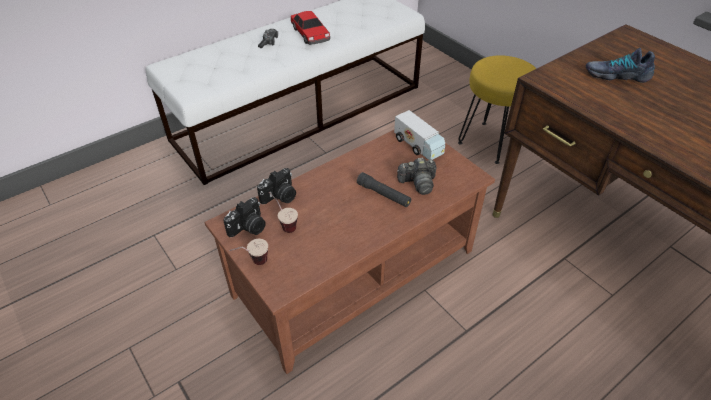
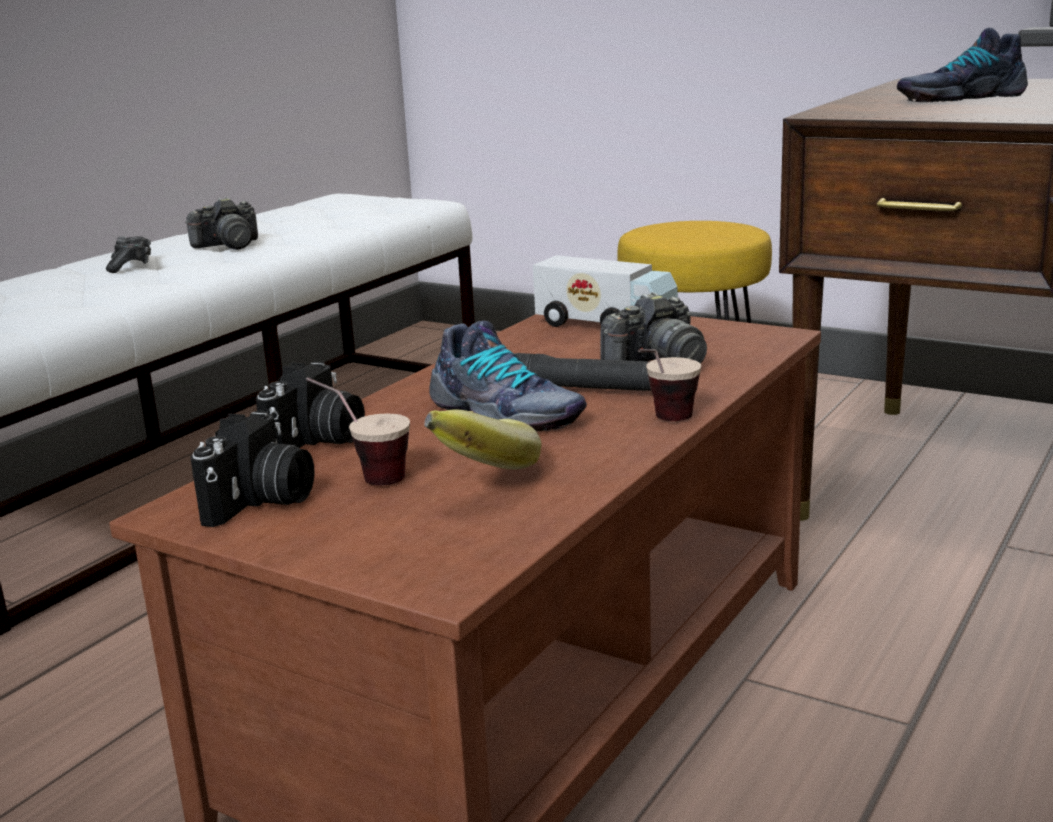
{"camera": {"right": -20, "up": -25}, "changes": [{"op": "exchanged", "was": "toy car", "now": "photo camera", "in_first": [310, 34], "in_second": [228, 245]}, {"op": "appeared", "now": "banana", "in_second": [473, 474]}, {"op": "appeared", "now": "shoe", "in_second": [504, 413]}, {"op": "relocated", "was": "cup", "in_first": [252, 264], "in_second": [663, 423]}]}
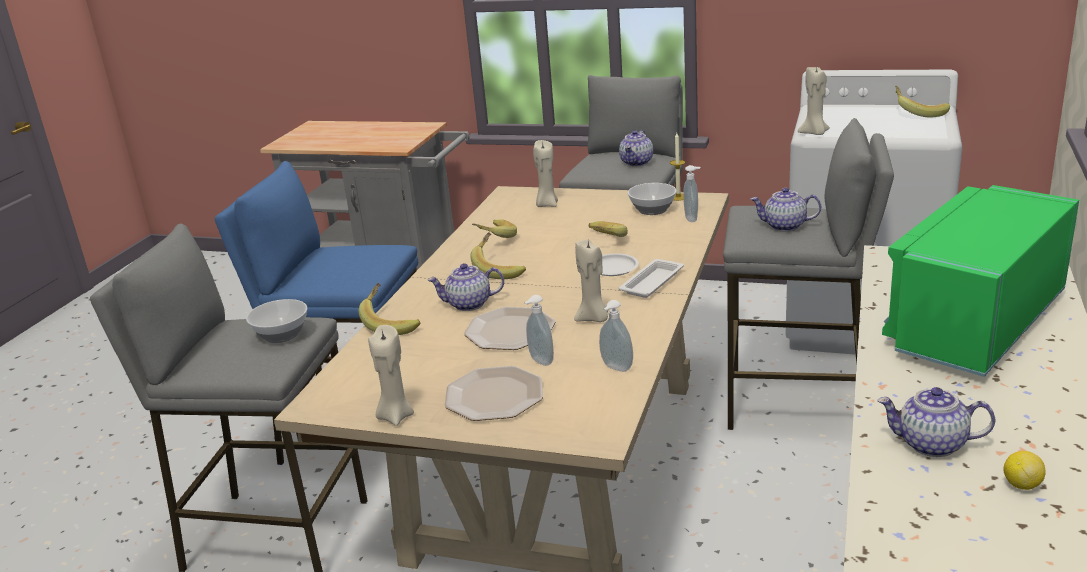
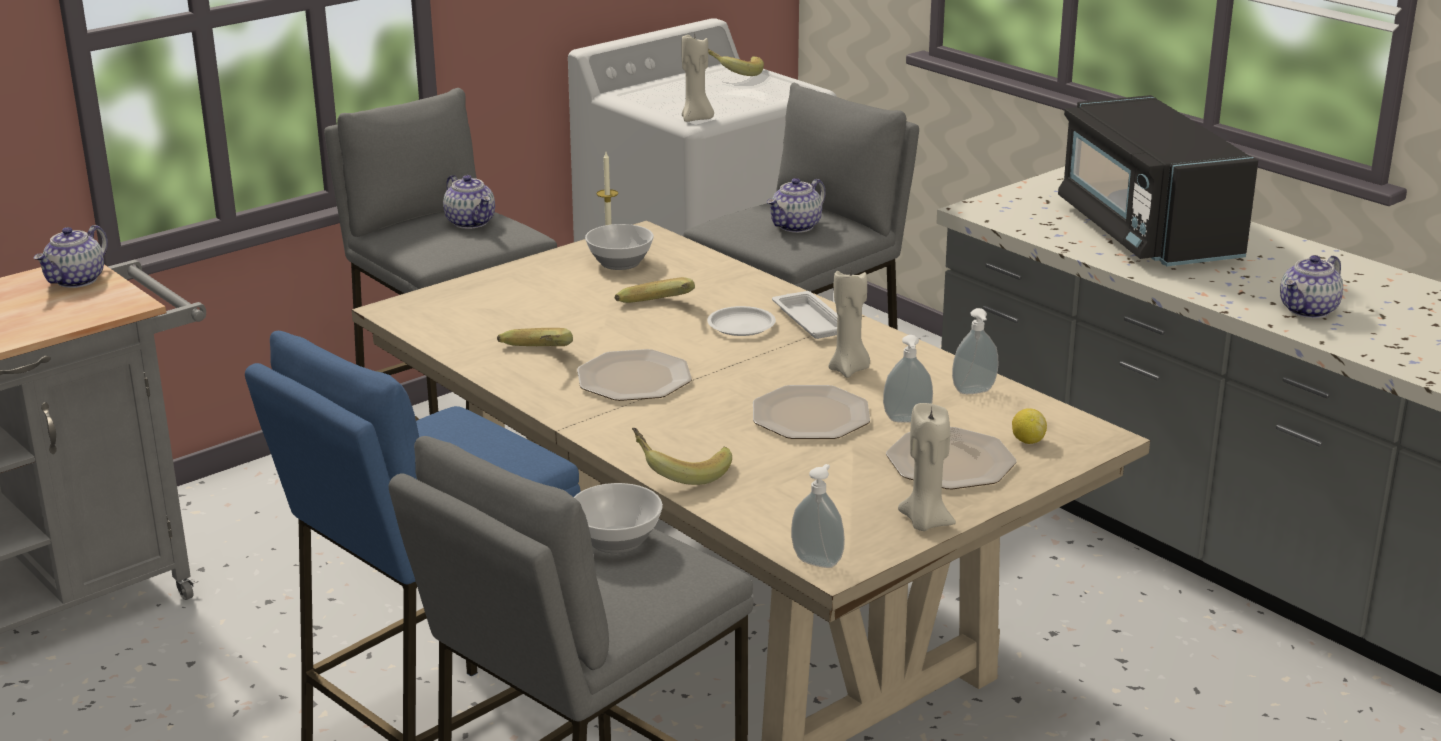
{"camera": {"right": -60, "up": 0}, "changes": [{"op": "relocated", "was": "teapot", "in_first": [468, 304], "in_second": [77, 281]}, {"op": "exchanged", "was": "banana", "now": "plate", "in_first": [500, 269], "in_second": [634, 378]}, {"op": "relocated", "was": "soap dispenser", "in_first": [692, 219], "in_second": [818, 561]}, {"op": "relocated", "was": "lemon", "in_first": [1021, 484], "in_second": [1027, 441]}, {"op": "colour", "was": "microwave/green", "now": "microwave/black", "in_first": [975, 324], "in_second": [1146, 231]}, {"op": "missing", "was": "candle/beige", "in_first": [547, 205]}]}
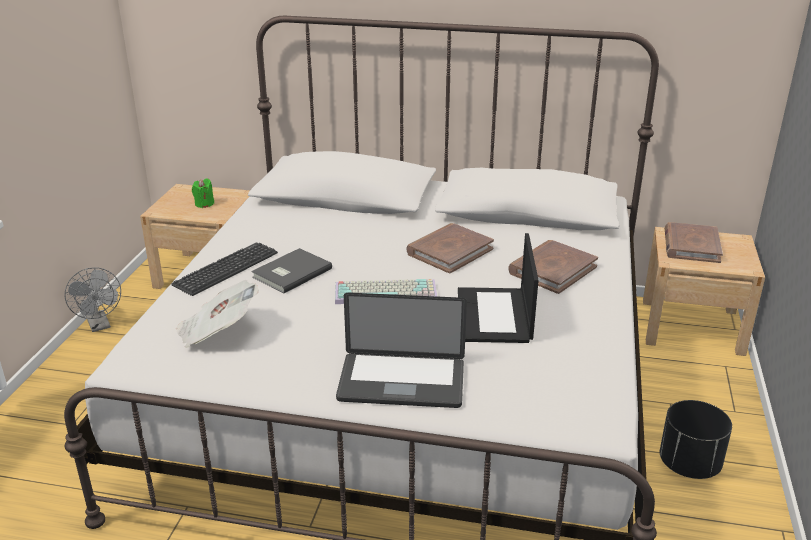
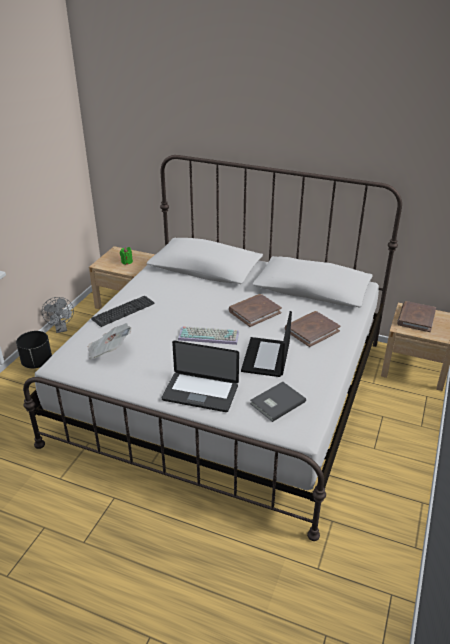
{"camera": {"right": 10, "up": 5}, "changes": [{"op": "relocated", "was": "planter/black", "in_first": [689, 465], "in_second": [37, 362]}, {"op": "relocated", "was": "book/grey", "in_first": [290, 272], "in_second": [276, 402]}]}
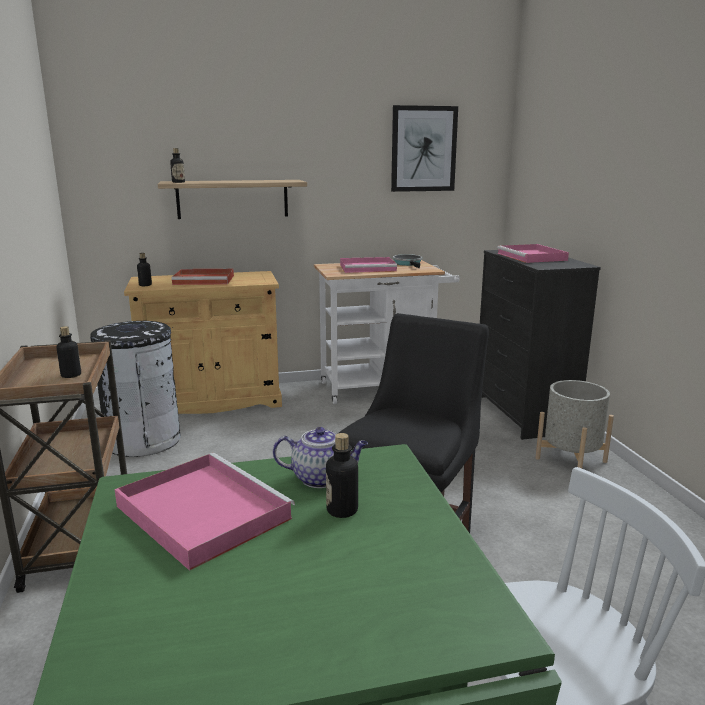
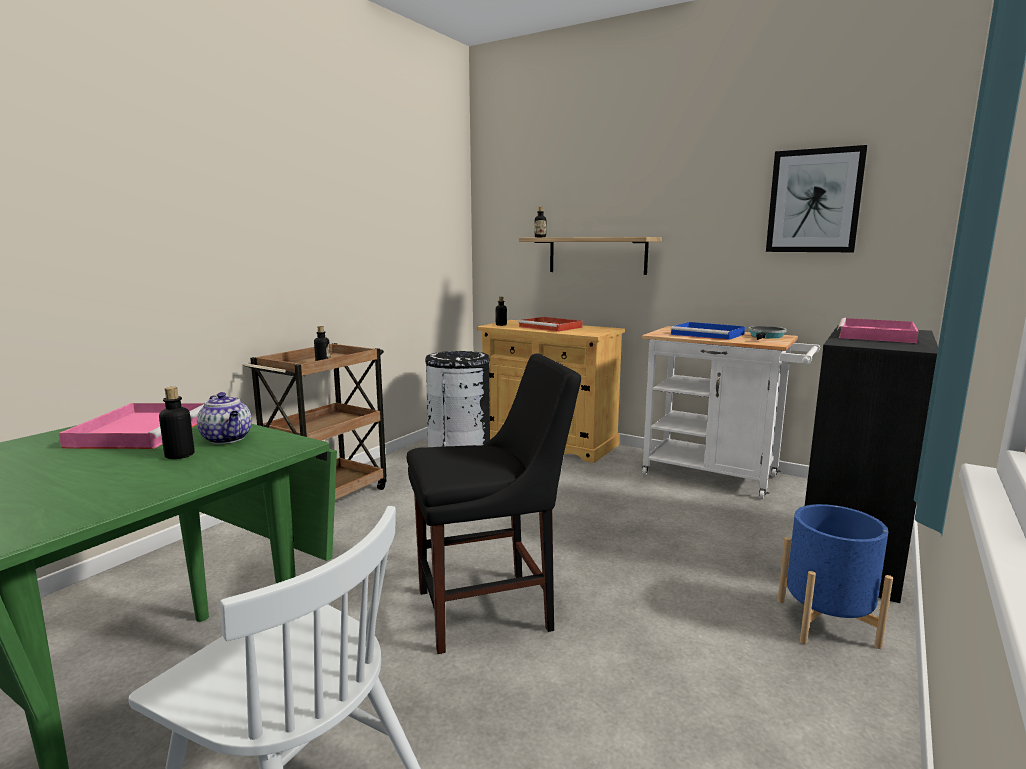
{"camera": {"right": 45, "up": -5}, "changes": [{"op": "colour", "was": "tray/pink", "now": "tray/blue", "in_first": [369, 268], "in_second": [709, 334]}, {"op": "colour", "was": "planter/grey", "now": "planter/blue", "in_first": [571, 460], "in_second": [826, 622]}]}
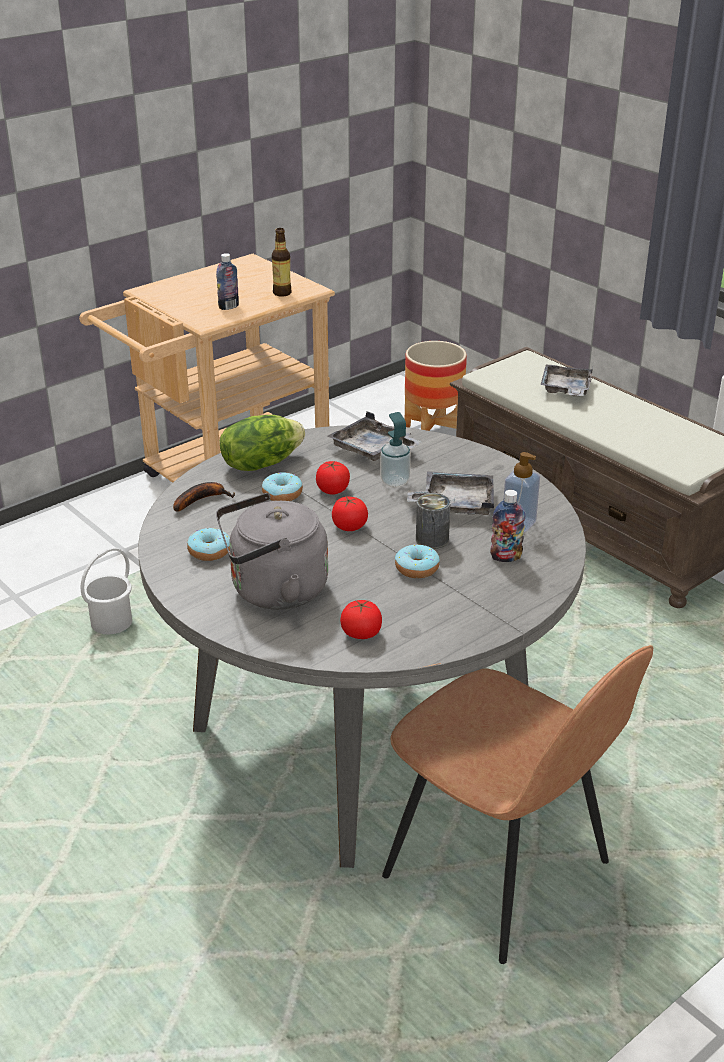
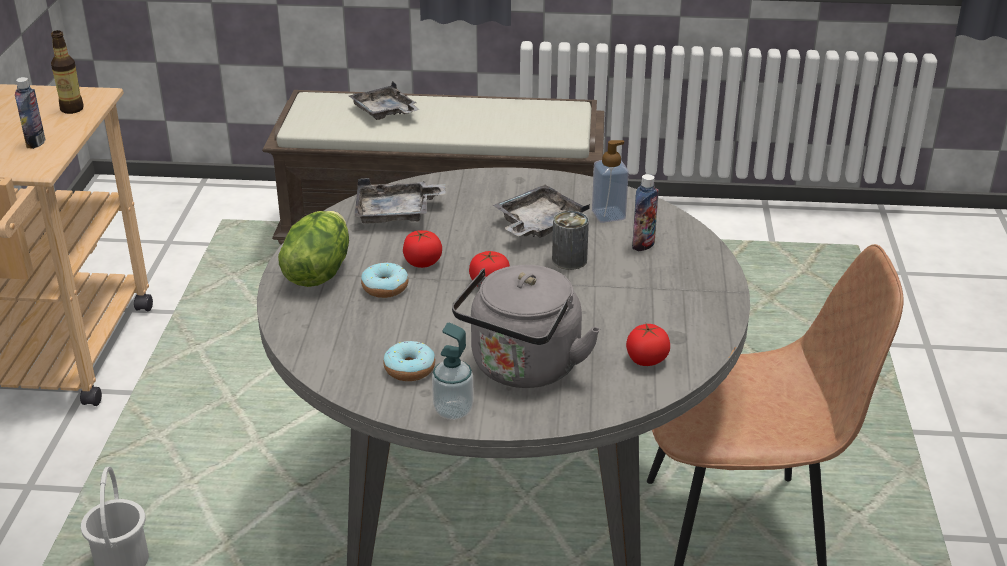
{"camera": {"right": -45, "up": 0}, "changes": [{"op": "relocated", "was": "soap dispenser", "in_first": [395, 482], "in_second": [453, 411]}, {"op": "missing", "was": "banana", "in_first": [201, 500]}, {"op": "missing", "was": "donut", "in_first": [417, 568]}, {"op": "missing", "was": "planter", "in_first": [433, 431]}]}
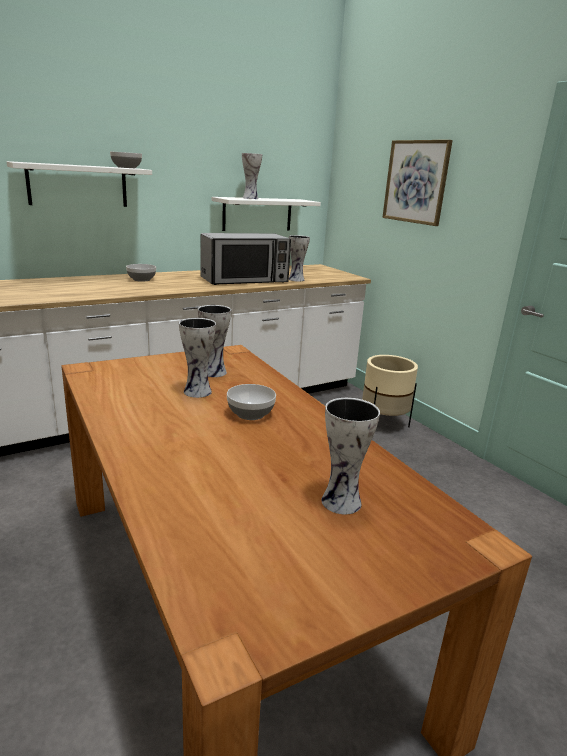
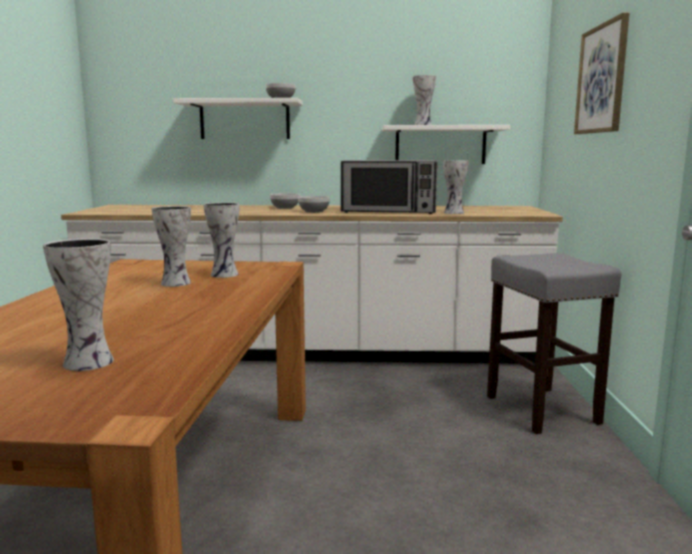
{"camera": {"right": 35, "up": -10}, "changes": [{"op": "relocated", "was": "bowl", "in_first": [251, 413], "in_second": [314, 211]}, {"op": "exchanged", "was": "planter/beige", "now": "stool/grey", "in_first": [383, 423], "in_second": [543, 410]}]}
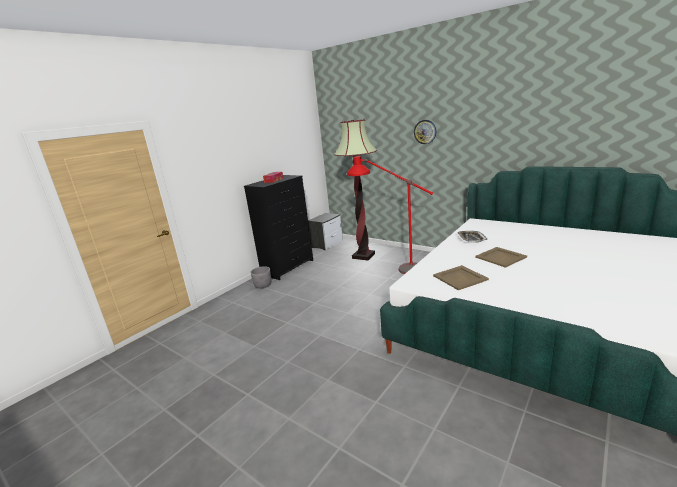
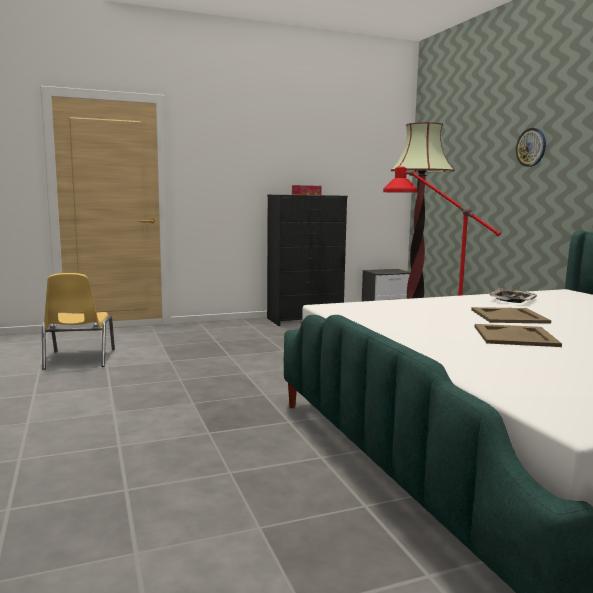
{"camera": {"right": 30, "up": -10}, "changes": [{"op": "appeared", "now": "chair/yellow", "in_second": [79, 359]}, {"op": "relocated", "was": "tray/beige", "in_first": [460, 278], "in_second": [516, 336]}, {"op": "missing", "was": "planter/grey", "in_first": [263, 285]}]}
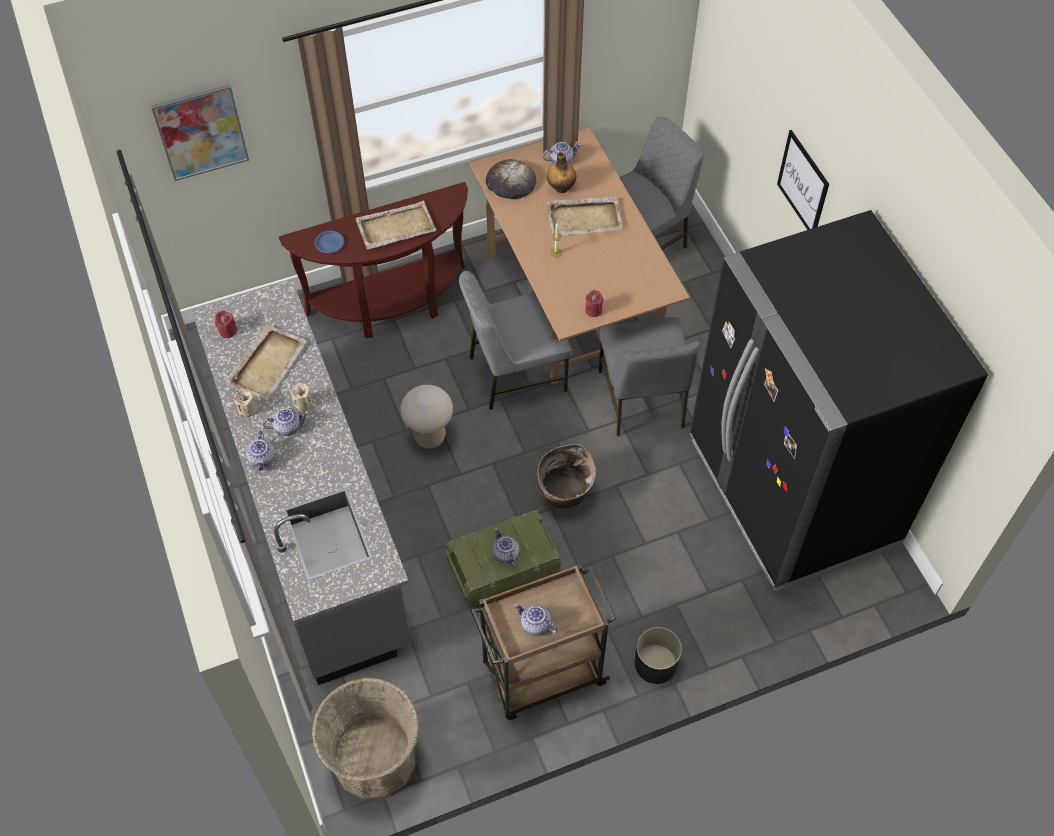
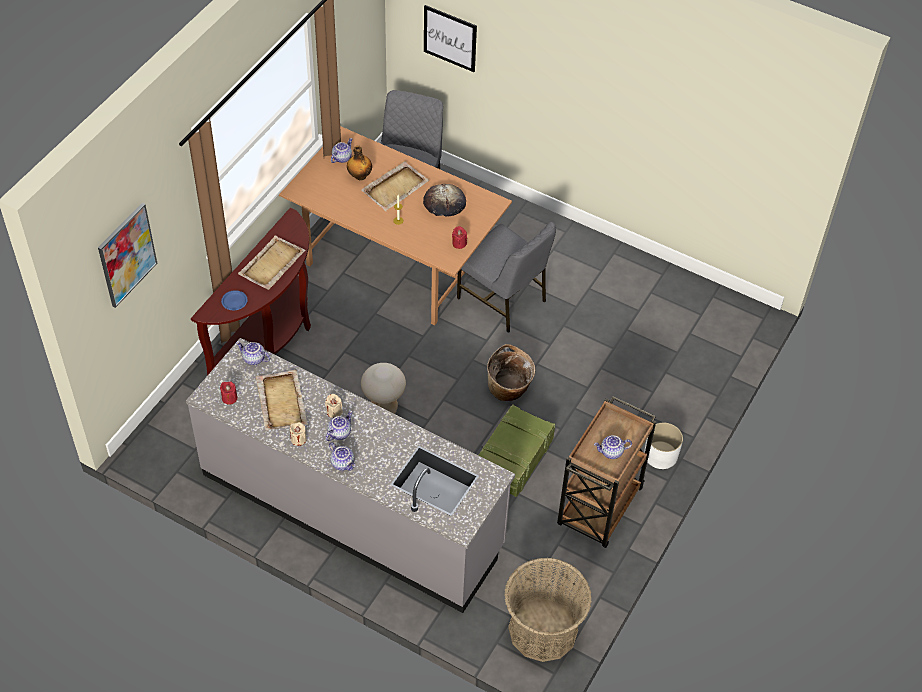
{"camera": {"right": -40, "up": -5}, "changes": [{"op": "relocated", "was": "teapot", "in_first": [505, 554], "in_second": [253, 359]}, {"op": "relocated", "was": "bread", "in_first": [510, 182], "in_second": [444, 203]}, {"op": "relocated", "was": "picture", "in_first": [803, 183], "in_second": [450, 38]}, {"op": "colour", "was": "planter/black", "now": "planter/white", "in_first": [656, 663], "in_second": [661, 454]}, {"op": "missing", "was": "chair/grey", "in_first": [515, 373]}, {"op": "missing", "was": "fridge/black", "in_first": [791, 493]}]}
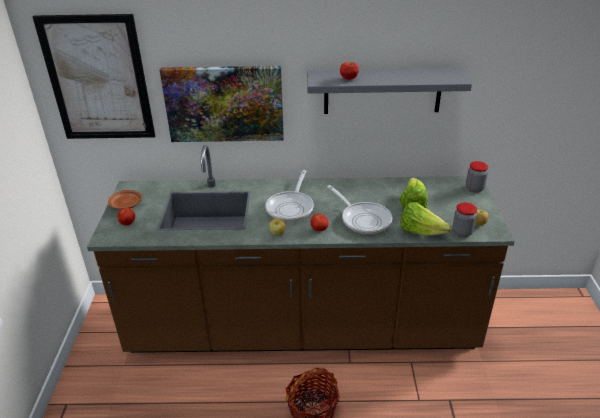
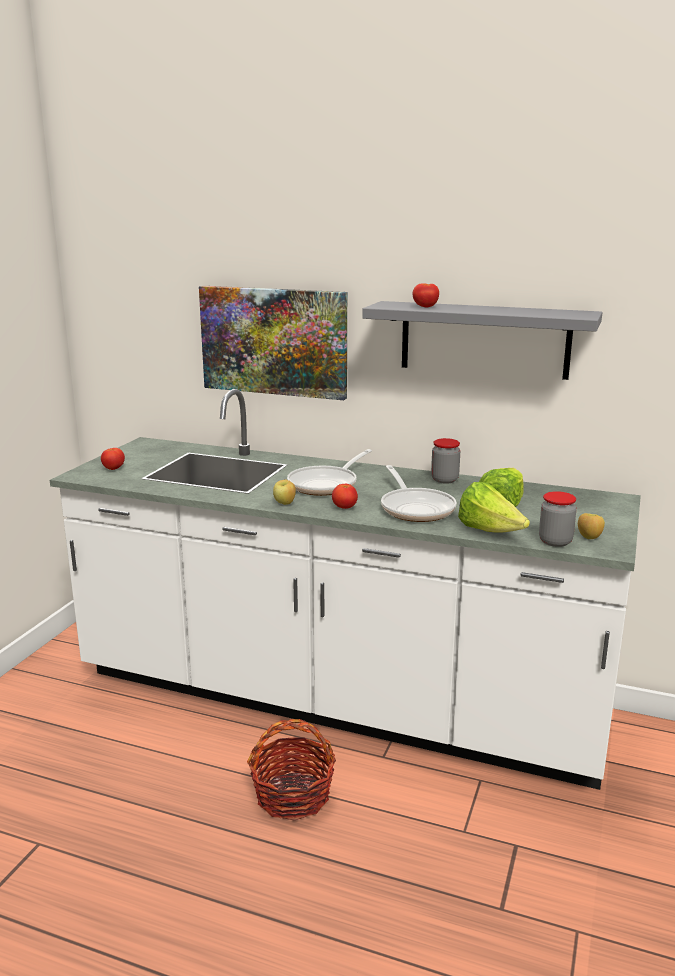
{"camera": {"right": 20, "up": -15}, "changes": [{"op": "colour", "was": "counter/brown", "now": "counter/white", "in_first": [302, 329], "in_second": [337, 701]}, {"op": "relocated", "was": "jar", "in_first": [474, 188], "in_second": [444, 480]}, {"op": "missing", "was": "picture", "in_first": [98, 79]}, {"op": "missing", "was": "plate/brown", "in_first": [126, 205]}]}
